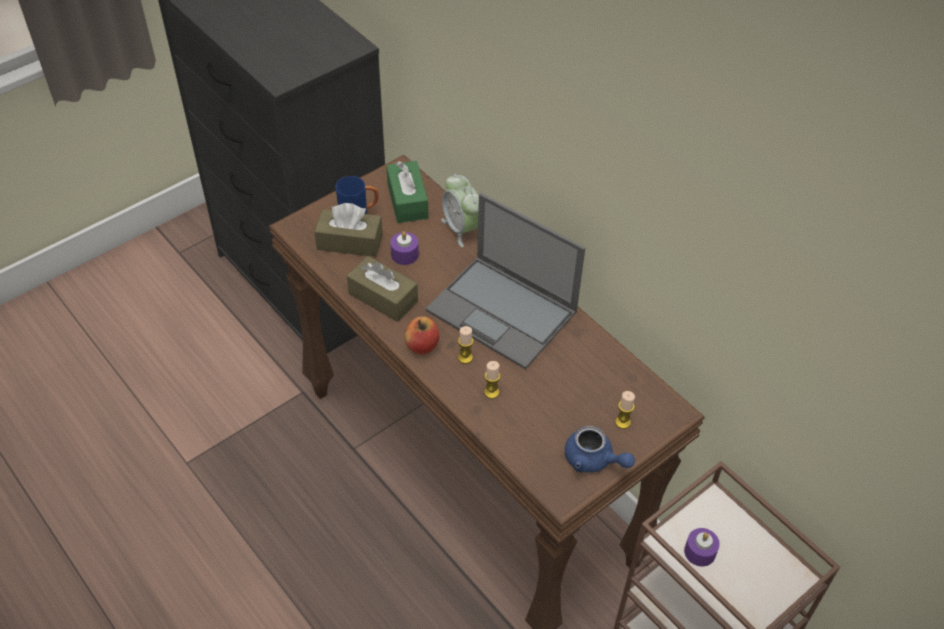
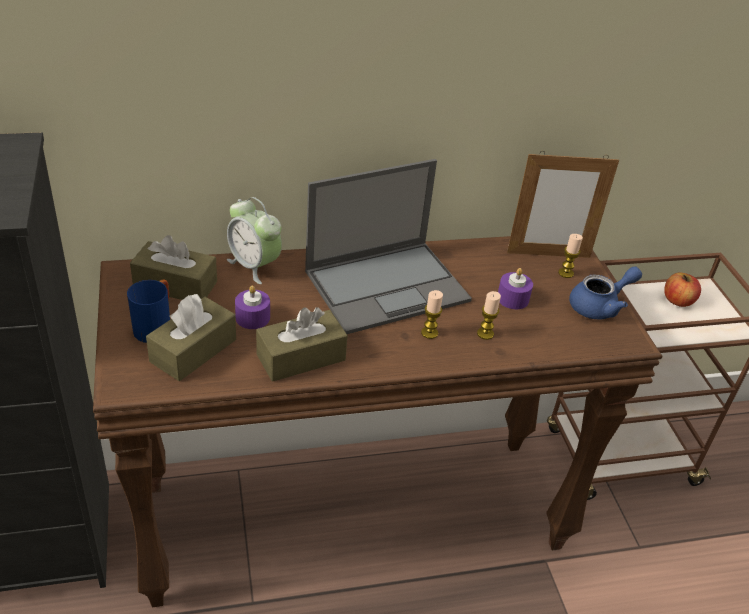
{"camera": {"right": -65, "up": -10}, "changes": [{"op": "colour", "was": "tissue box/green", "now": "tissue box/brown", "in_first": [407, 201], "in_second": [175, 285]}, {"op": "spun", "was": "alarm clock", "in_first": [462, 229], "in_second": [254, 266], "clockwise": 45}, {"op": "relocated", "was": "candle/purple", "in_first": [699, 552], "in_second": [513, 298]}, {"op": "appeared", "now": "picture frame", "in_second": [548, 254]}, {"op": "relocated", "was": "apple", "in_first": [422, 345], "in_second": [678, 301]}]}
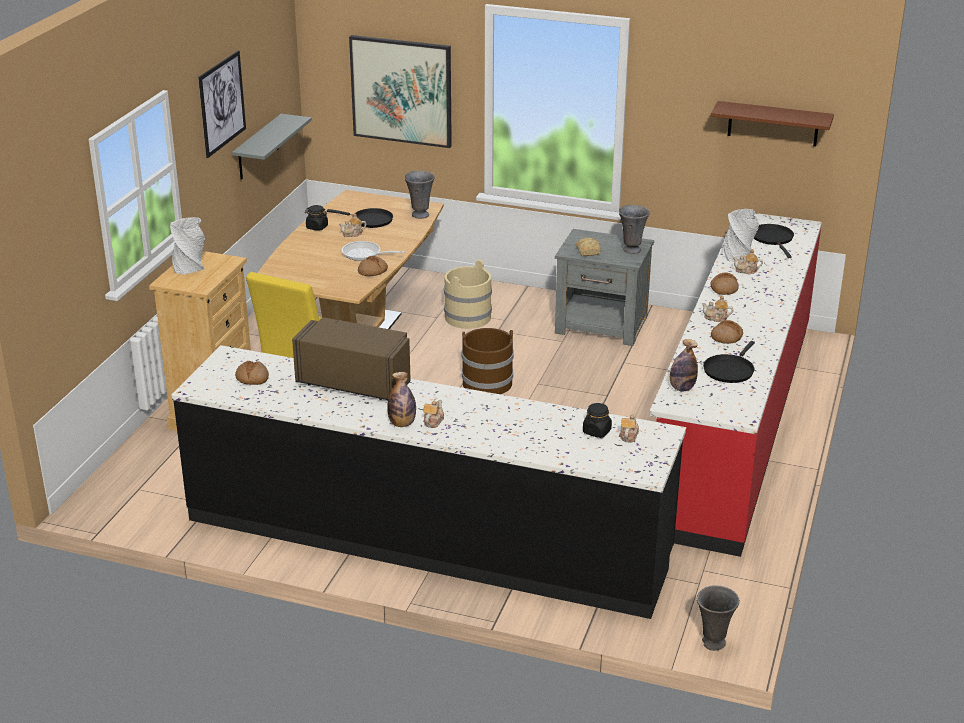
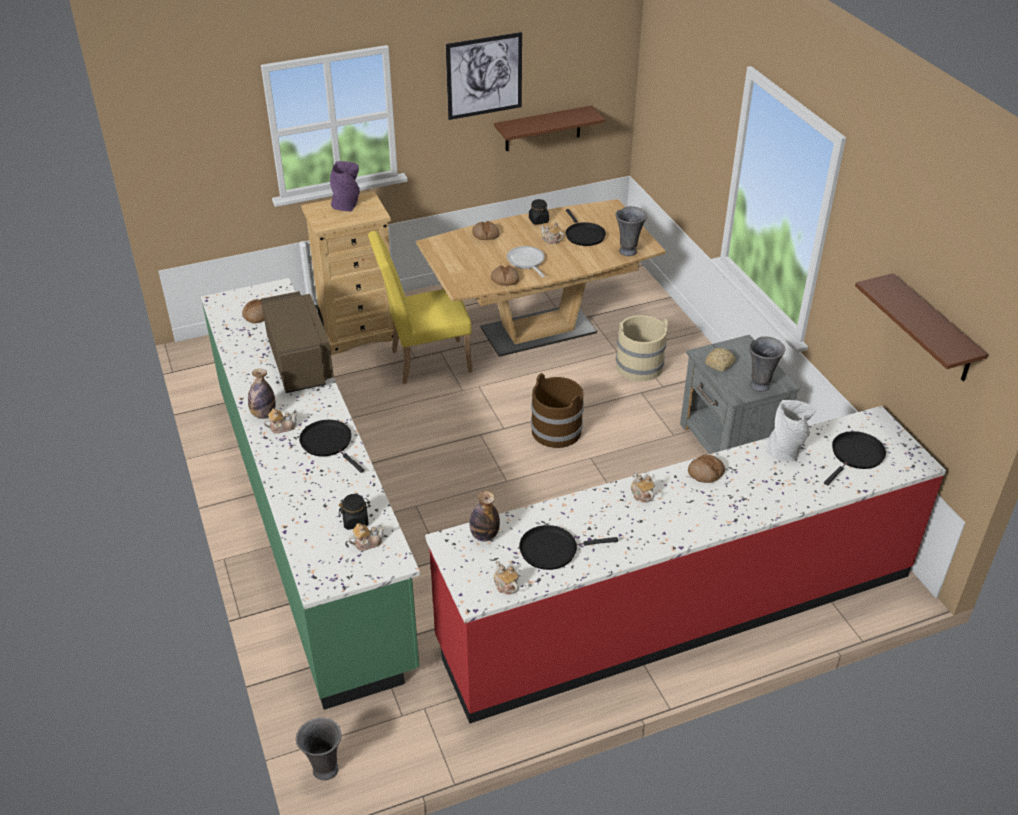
{"camera": {"right": 50, "up": 10}, "changes": [{"op": "colour", "was": "counter/black", "now": "counter/green", "in_first": [427, 538], "in_second": [312, 520]}, {"op": "appeared", "now": "frying pan/black", "in_second": [328, 443]}, {"op": "colour", "was": "vase/grey", "now": "vase/purple", "in_first": [190, 267], "in_second": [347, 205]}, {"op": "relocated", "was": "bread", "in_first": [726, 337], "in_second": [485, 234]}, {"op": "colour", "was": "shelf/grey", "now": "shelf/brown", "in_first": [258, 147], "in_second": [543, 128]}, {"op": "relocated", "was": "teapot", "in_first": [746, 271], "in_second": [505, 585]}, {"op": "missing", "was": "picture", "in_first": [401, 91]}]}
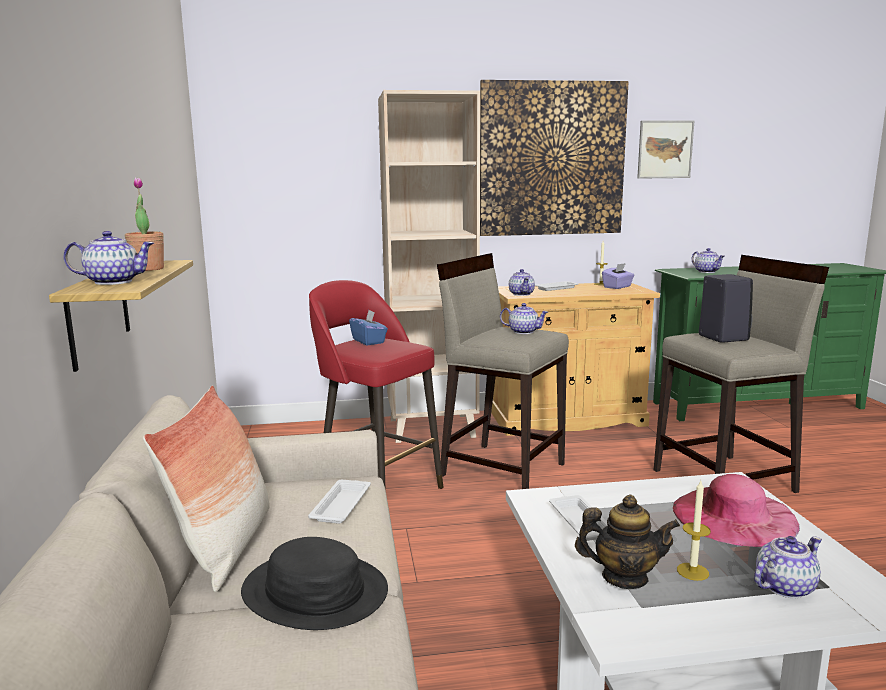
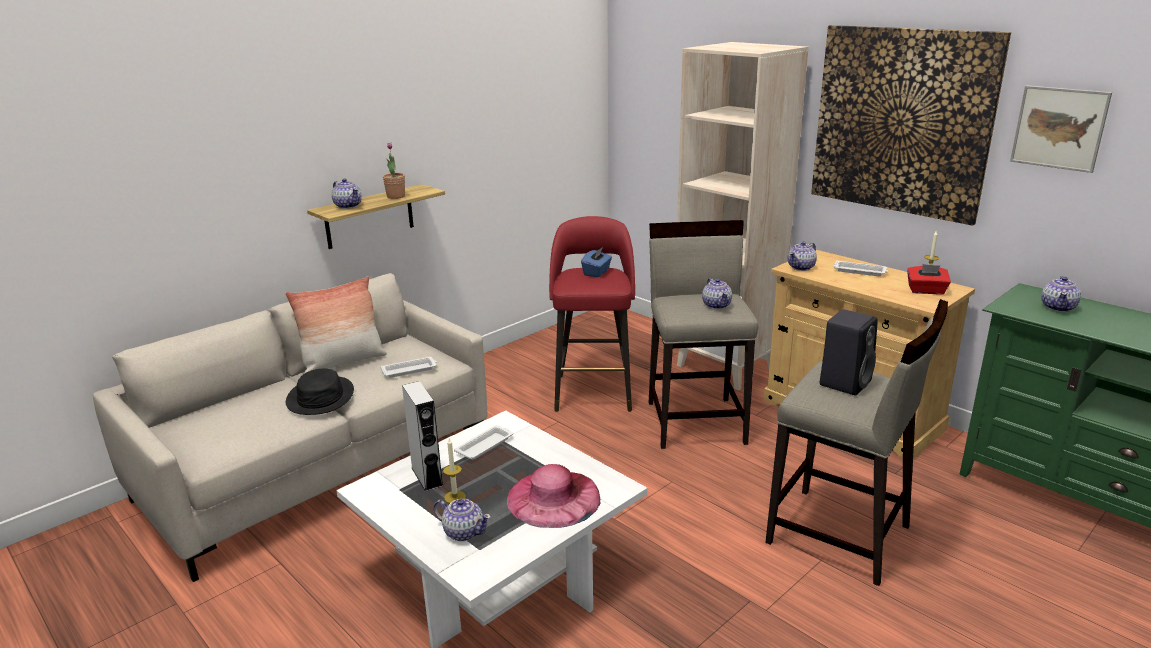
{"camera": {"right": 55, "up": 10}, "changes": [{"op": "exchanged", "was": "teapot", "now": "speaker/grey", "in_first": [624, 578], "in_second": [427, 476]}, {"op": "colour", "was": "tissue box/purple", "now": "tissue box/red", "in_first": [617, 287], "in_second": [926, 291]}]}
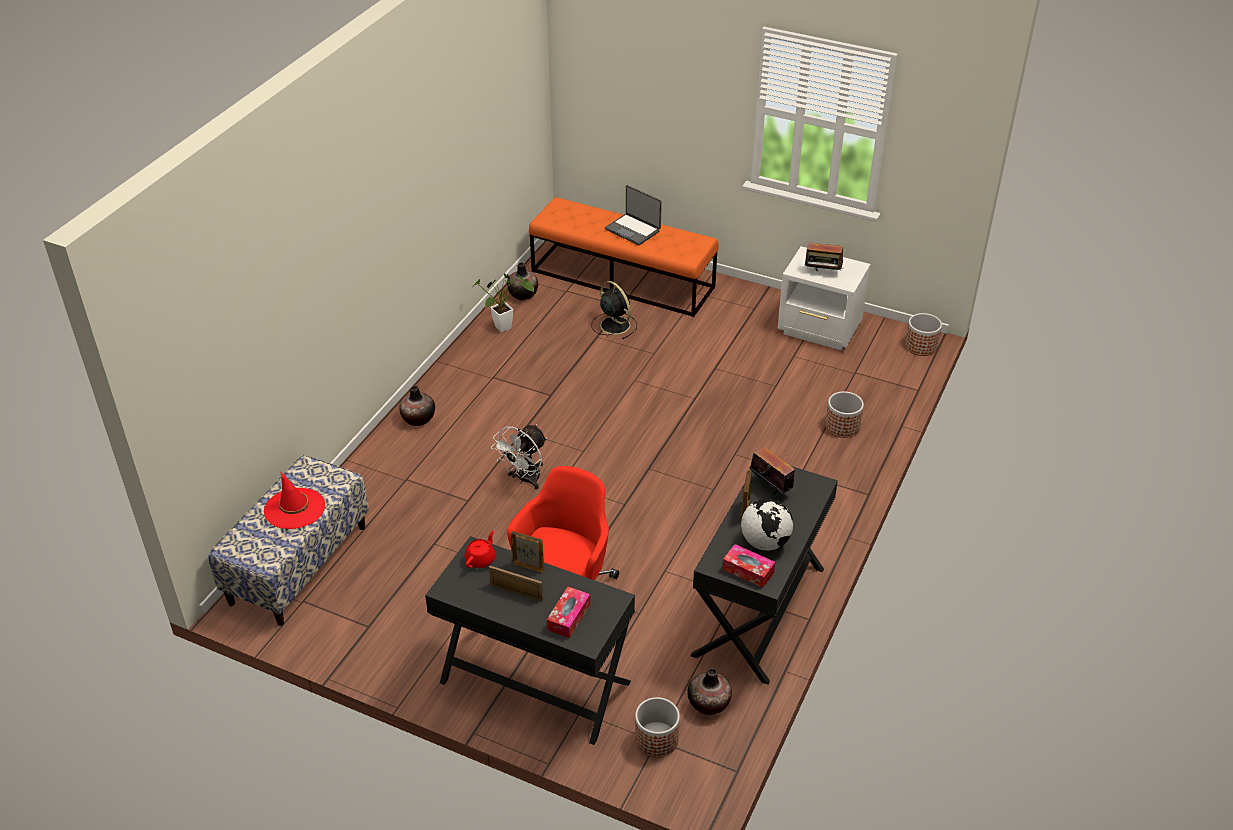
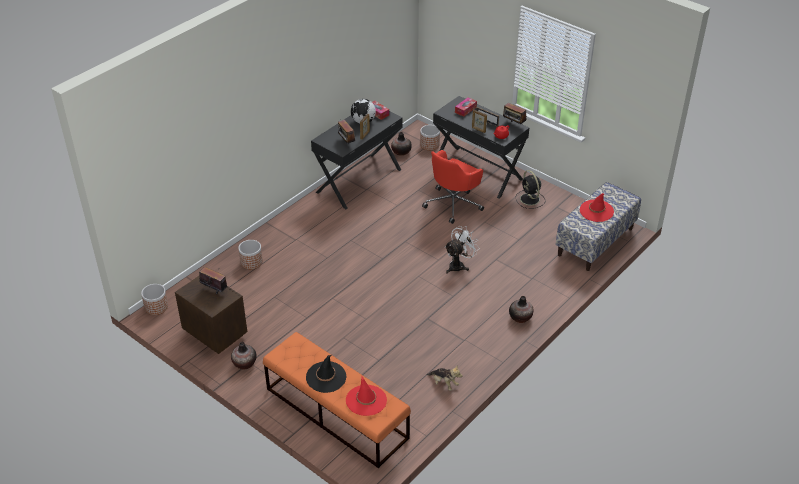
{"camera": {"right": -165, "up": 0}, "changes": [{"op": "colour", "was": "nightstand/white", "now": "nightstand/brown", "in_first": [820, 331], "in_second": [215, 333]}, {"op": "relocated", "was": "vase", "in_first": [523, 294], "in_second": [244, 363]}, {"op": "exchanged", "was": "laptop", "now": "hat/black", "in_first": [633, 230], "in_second": [326, 377]}, {"op": "appeared", "now": "hat/red", "in_second": [366, 400]}, {"op": "exchanged", "was": "potted plant", "now": "plush toy", "in_first": [506, 326], "in_second": [444, 383]}, {"op": "appeared", "now": "radio", "in_second": [513, 124]}, {"op": "relocated", "was": "fan/black", "in_first": [614, 324], "in_second": [530, 199]}]}
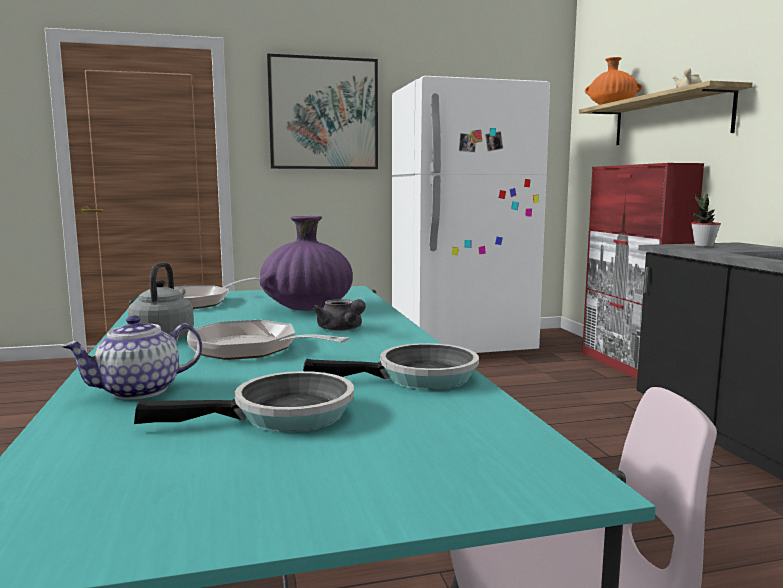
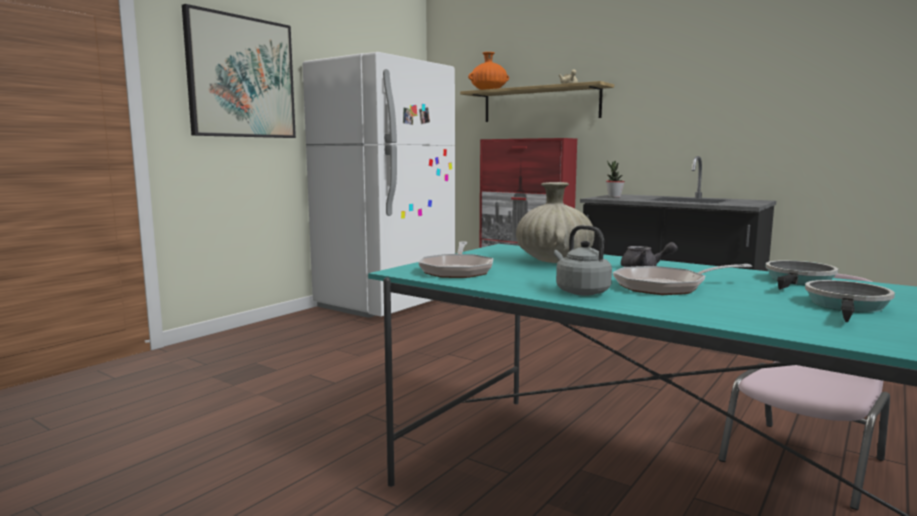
{"camera": {"right": -40, "up": 0}, "changes": [{"op": "colour", "was": "vase/purple", "now": "vase/beige", "in_first": [307, 308], "in_second": [553, 261]}, {"op": "missing", "was": "teapot", "in_first": [138, 391]}]}
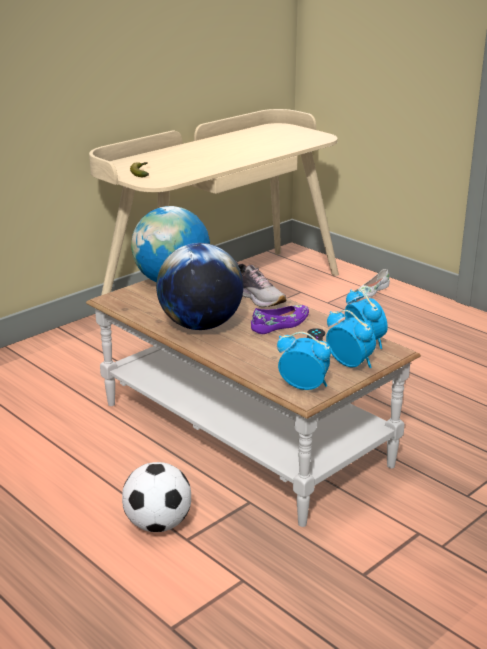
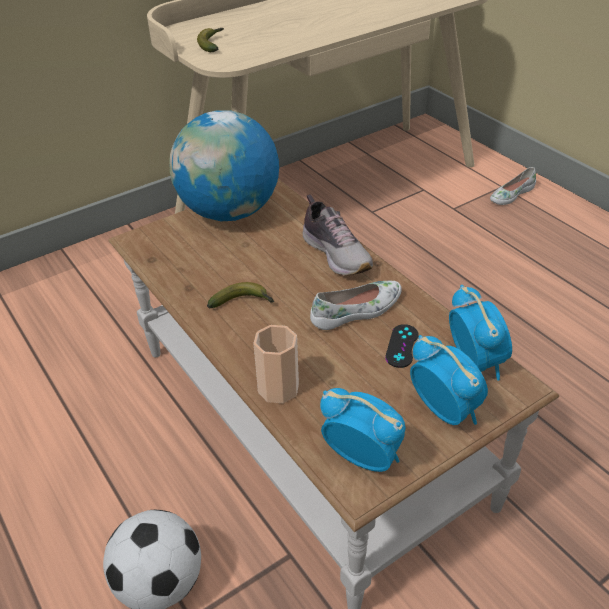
{"camera": {"right": 10, "up": 15}, "changes": [{"op": "exchanged", "was": "globe", "now": "banana", "in_first": [200, 325], "in_second": [243, 302]}, {"op": "appeared", "now": "cup", "in_second": [278, 388]}, {"op": "colour", "was": "shoe/purple", "now": "shoe/white", "in_first": [281, 325], "in_second": [357, 311]}]}
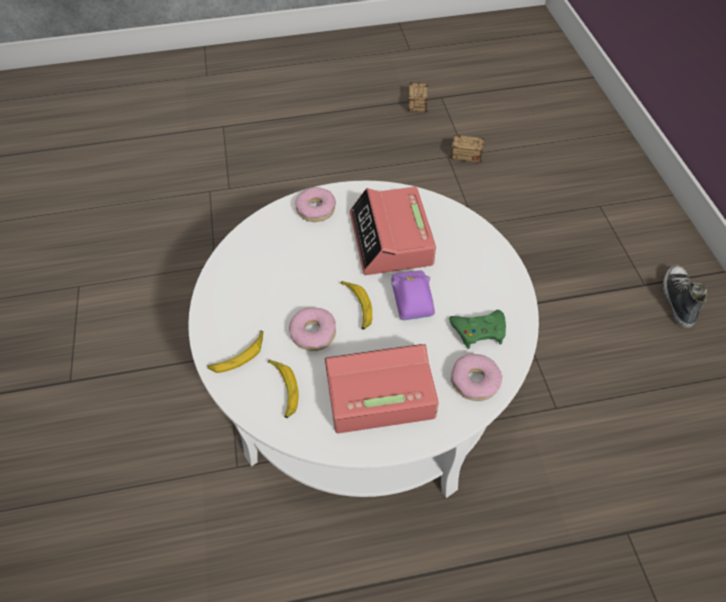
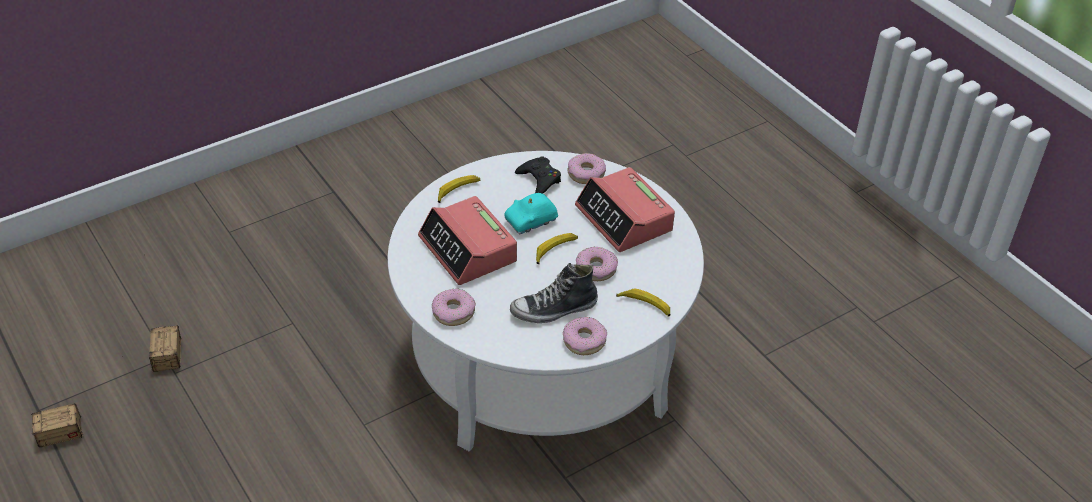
{"camera": {"right": -115, "up": -10}, "changes": [{"op": "spun", "was": "alarm clock", "in_first": [391, 240], "in_second": [468, 250], "clockwise": 90}, {"op": "relocated", "was": "banana", "in_first": [284, 390], "in_second": [457, 191]}, {"op": "colour", "was": "toy car/purple", "now": "toy car/turquoise", "in_first": [411, 301], "in_second": [531, 221]}, {"op": "relocated", "was": "shoe", "in_first": [677, 299], "in_second": [554, 309]}, {"op": "colour", "was": "game controller/green", "now": "game controller/black", "in_first": [479, 331], "in_second": [539, 179]}, {"op": "appeared", "now": "donut", "in_second": [584, 341]}]}
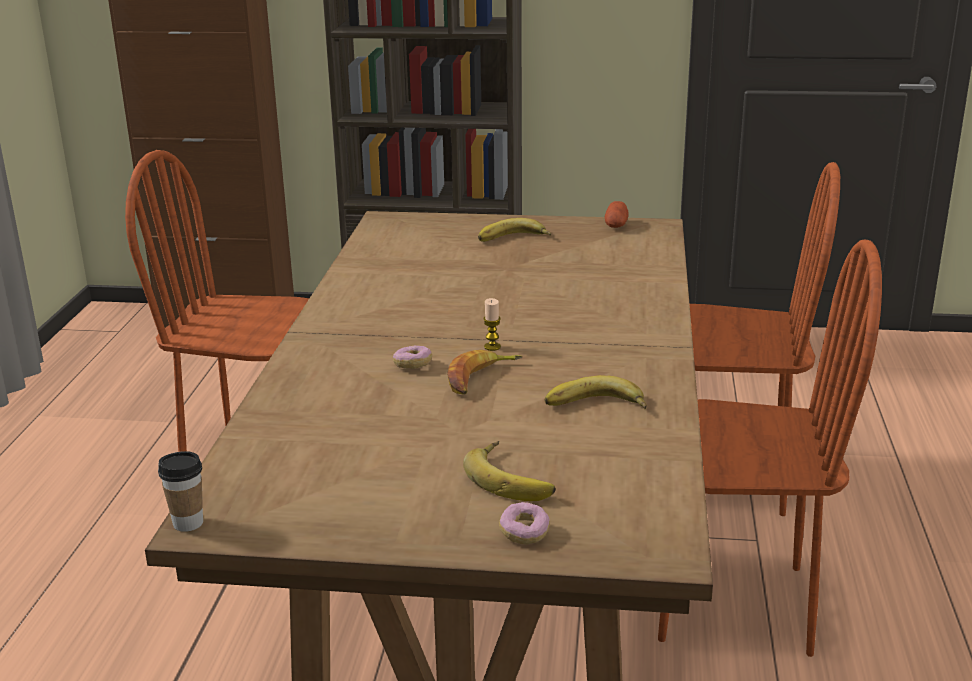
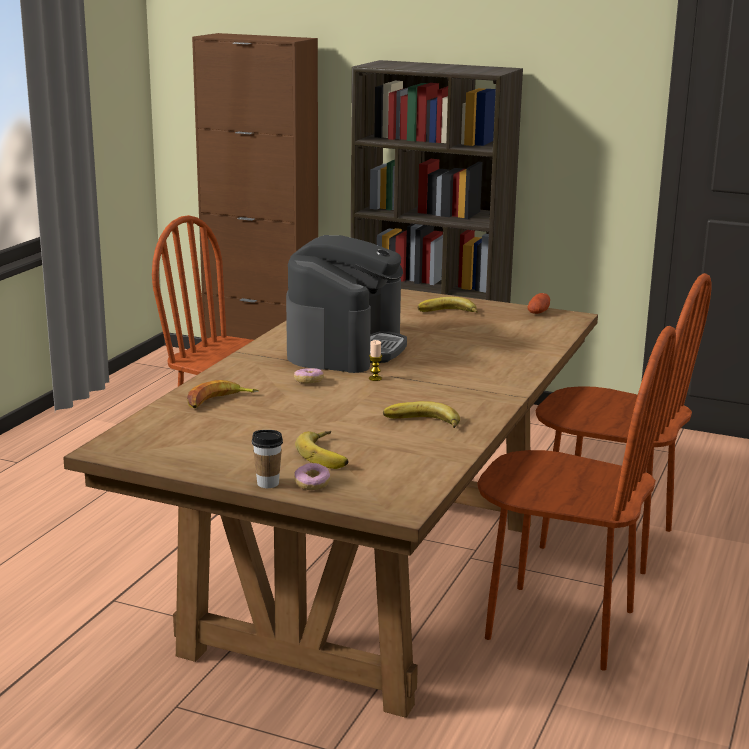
{"camera": {"right": 15, "up": -5}, "changes": [{"op": "relocated", "was": "banana", "in_first": [480, 378], "in_second": [219, 401]}, {"op": "relocated", "was": "cup", "in_first": [188, 523], "in_second": [268, 483]}, {"op": "appeared", "now": "coffee machine", "in_second": [346, 347]}]}
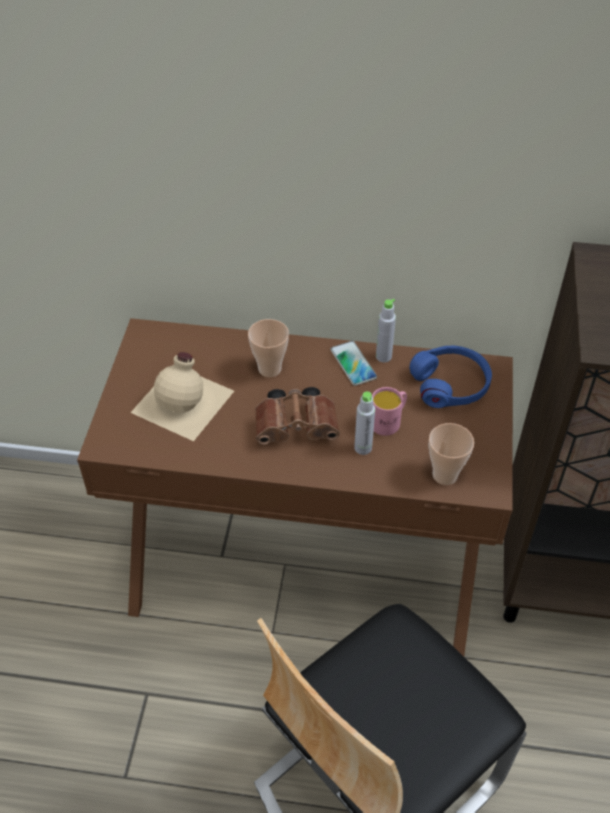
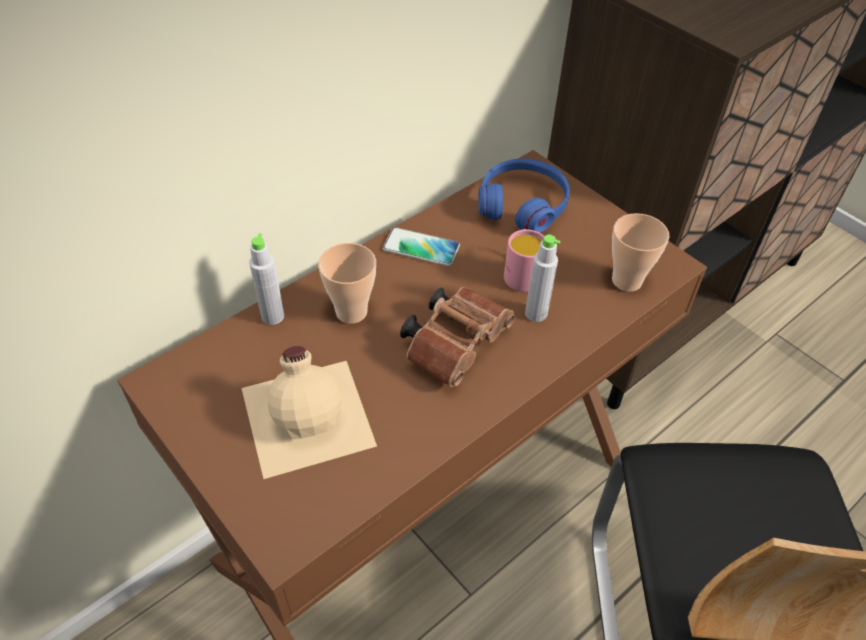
{"camera": {"right": -50, "up": 0}, "changes": [{"op": "relocated", "was": "bottle/grey", "in_first": [383, 356], "in_second": [272, 316]}]}
